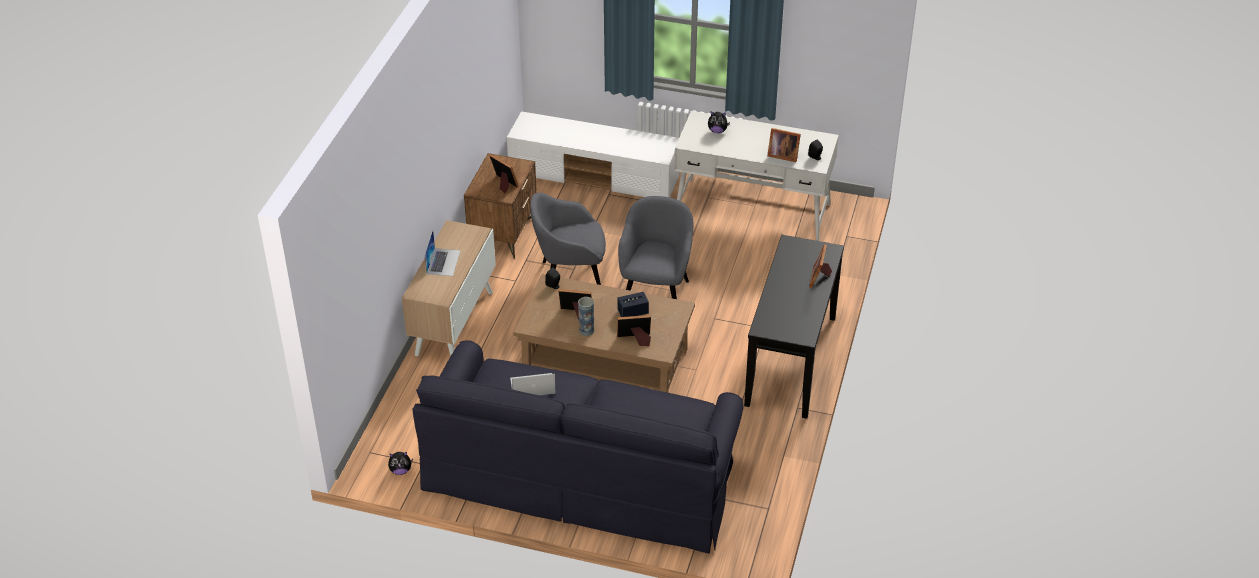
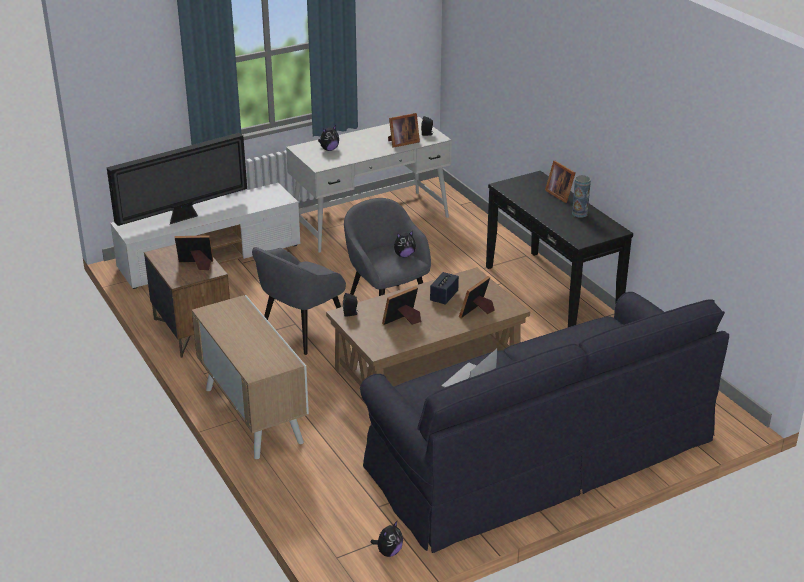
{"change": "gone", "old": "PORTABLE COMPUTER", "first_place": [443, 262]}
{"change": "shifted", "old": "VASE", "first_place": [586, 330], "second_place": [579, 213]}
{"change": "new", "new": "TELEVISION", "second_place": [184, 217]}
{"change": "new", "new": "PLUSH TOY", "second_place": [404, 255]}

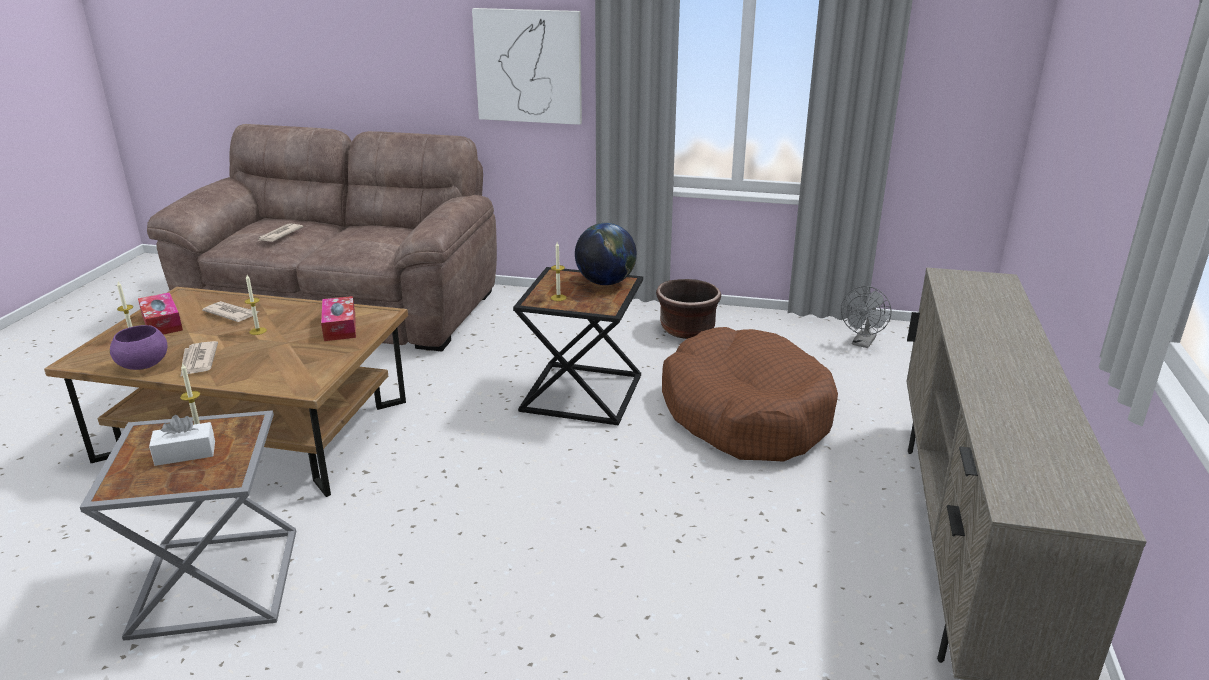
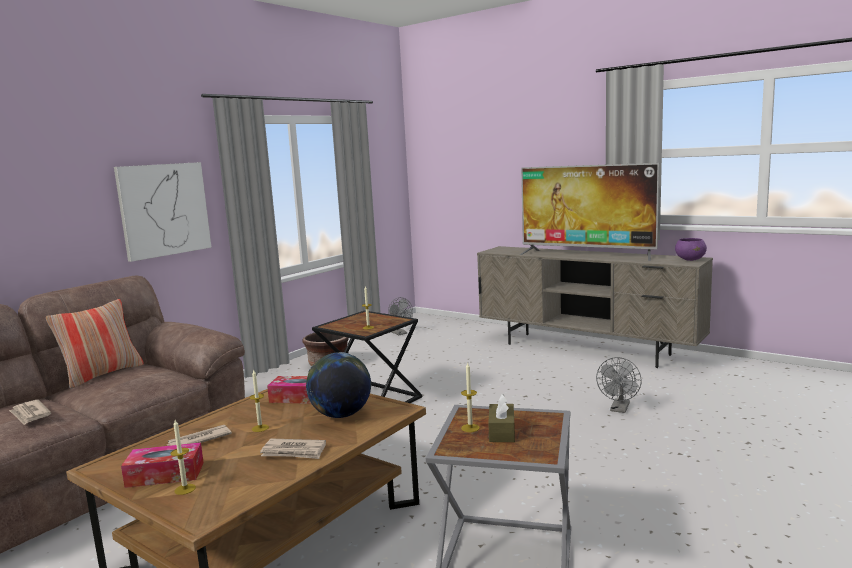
{"change": "shifted", "old": "WORLD GLOBE", "first_place": [605, 283], "second_place": [341, 415]}
{"change": "shifted", "old": "PURPLE-COLOURED DEEP DISH", "first_place": [144, 365], "second_place": [690, 259]}
{"change": "gone", "old": "BROWN PET BED", "first_place": [745, 414]}
{"change": "repainted", "old": "WHITISH TISSUE BOX", "new": "BROWN TISSUE BOX", "first_place": [185, 453], "second_place": [502, 431]}
{"change": "new", "new": "TELEVISION", "second_place": [587, 255]}
{"change": "new", "new": "THROW PILLOW", "second_place": [102, 374]}
{"change": "new", "new": "GREY COOLING FAN", "second_place": [619, 409]}

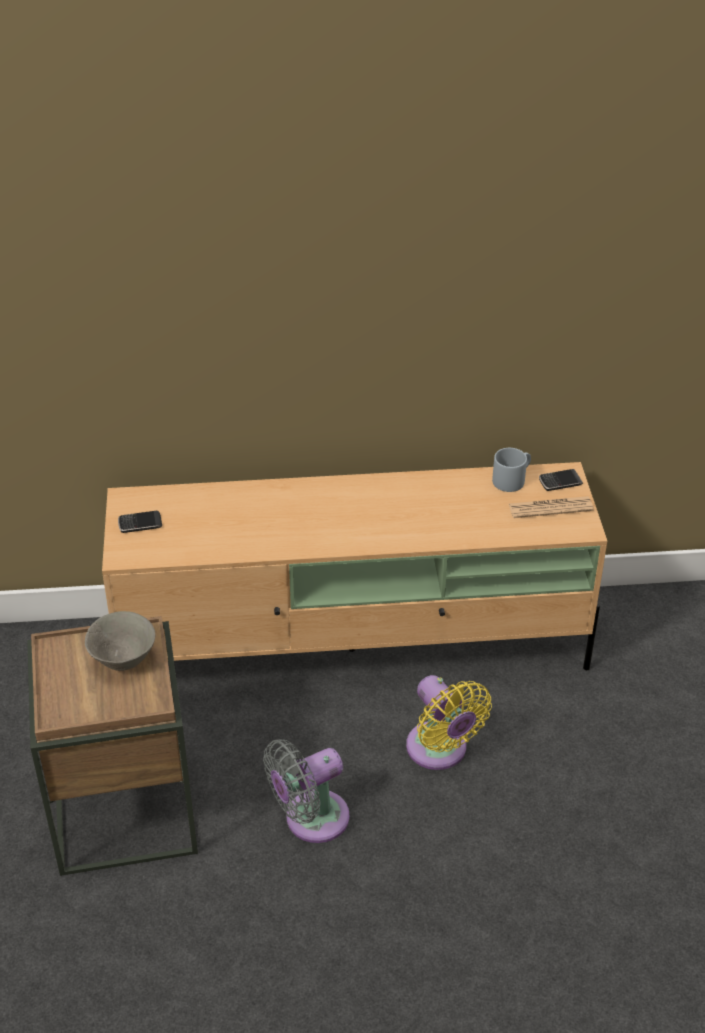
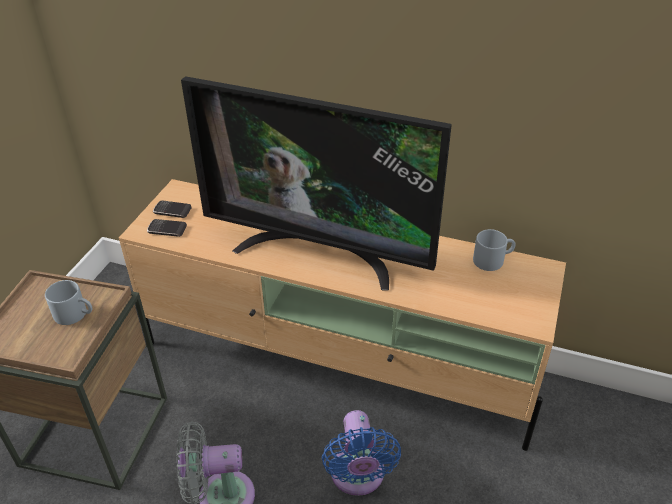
{"change": "shifted", "old": "PHONE", "first_place": [560, 482], "second_place": [167, 229]}
{"change": "gone", "old": "NEWSPAPER", "first_place": [550, 508]}
{"change": "swapped", "old": "GREY DEEP DISH", "new": "GREY COFFEE MUG", "first_place": [124, 661], "second_place": [75, 314]}
{"change": "repainted", "old": "YELLOW-COLOURED COOLING FAN", "new": "BLUE-COLOURED COOLING FAN", "first_place": [440, 751], "second_place": [358, 477]}
{"change": "new", "new": "TELEVISION", "second_place": [319, 252]}

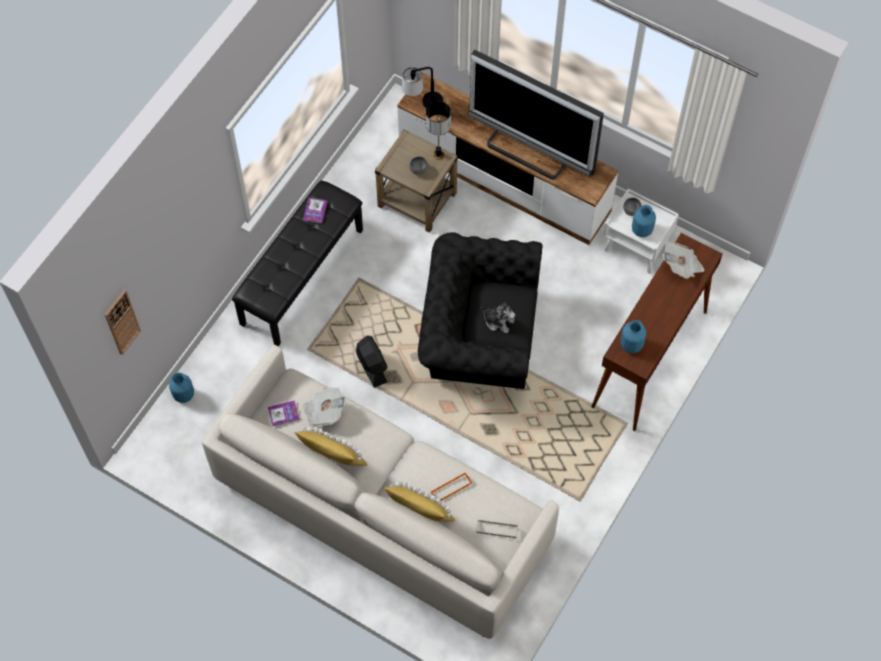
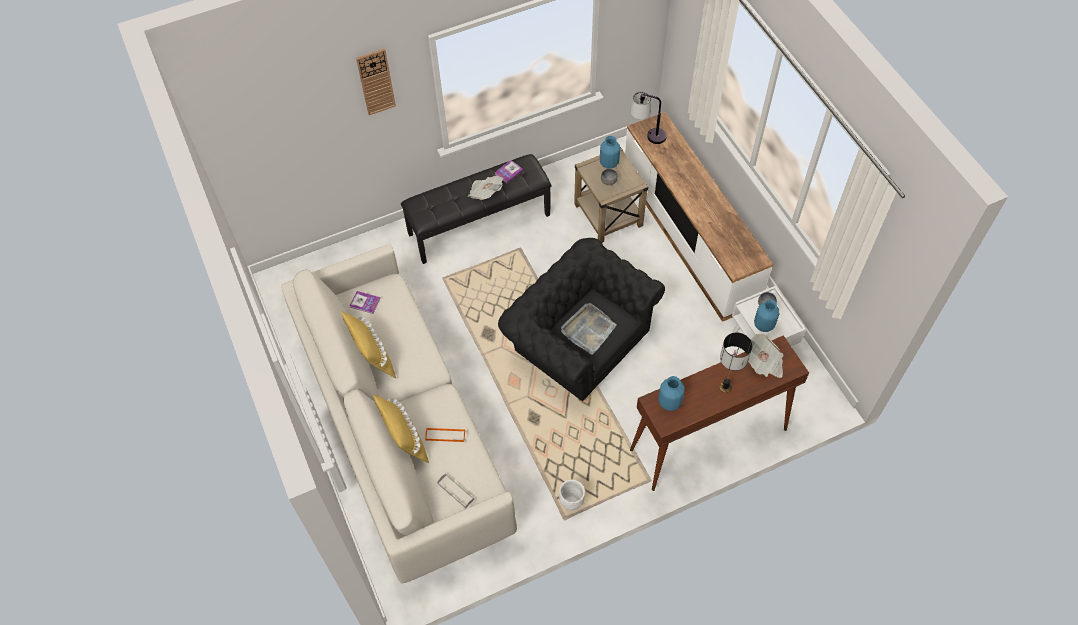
{"change": "gone", "old": "TELEVISION", "first_place": [528, 150]}
{"change": "shifted", "old": "TABLETOP LAMP", "first_place": [438, 154], "second_place": [725, 387]}
{"change": "shifted", "old": "HANGING CLOCK", "first_place": [122, 322], "second_place": [376, 82]}
{"change": "swapped", "old": "PLUSH TOY", "new": "GREY SERVING TRAY", "first_place": [498, 321], "second_place": [588, 330]}
{"change": "gone", "old": "BLACK COOLING FAN", "first_place": [371, 366]}
{"change": "shifted", "old": "BLUE-COLOURED VASE", "first_place": [183, 395], "second_place": [609, 163]}
{"change": "shifted", "old": "NEWSPAPER", "first_place": [324, 411], "second_place": [485, 193]}
{"change": "new", "new": "WHITISH PLANTER", "second_place": [571, 503]}

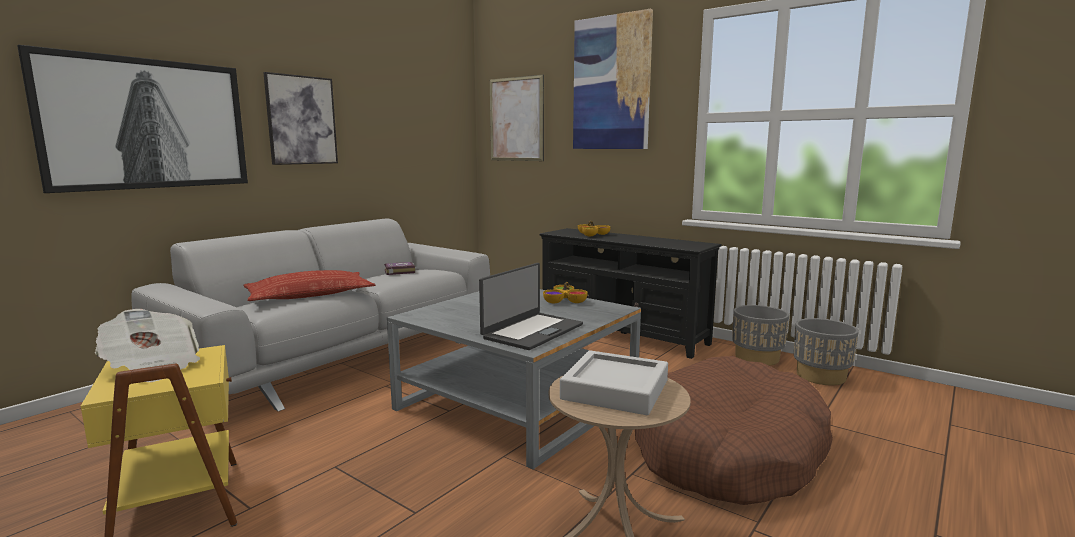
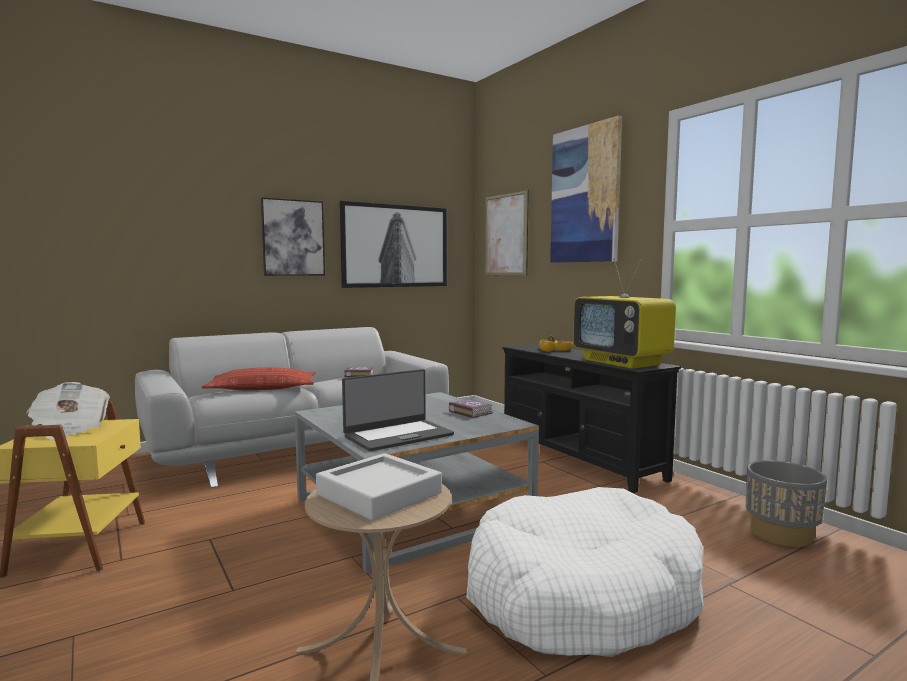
{"change": "shifted", "old": "WALL PICTURE", "first_place": [147, 124], "second_place": [395, 246]}
{"change": "swapped", "old": "DEEP DISH", "new": "BOUND BOOK", "first_place": [564, 300], "second_place": [470, 412]}
{"change": "gone", "old": "GREY PLANTER", "first_place": [756, 358]}
{"change": "repainted", "old": "BROWN PET BED", "new": "WHITISH PET BED", "first_place": [727, 452], "second_place": [581, 595]}
{"change": "new", "new": "TELEVISION", "second_place": [622, 362]}

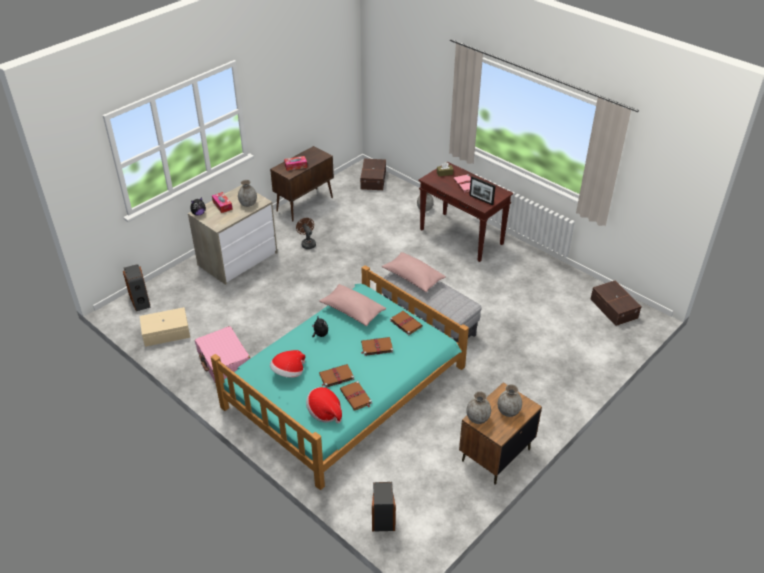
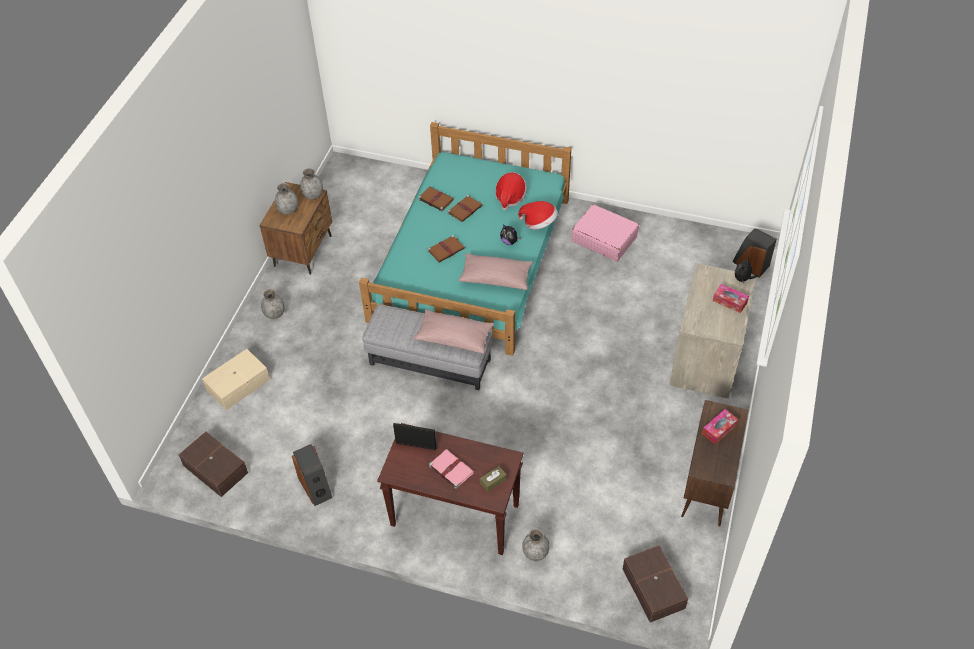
{"change": "shifted", "old": "GREY VASE", "first_place": [248, 204], "second_place": [274, 314]}
{"change": "gone", "old": "BROWN COOLING FAN", "first_place": [307, 243]}
{"change": "shifted", "old": "BEIGE STORAGE CONTAINER", "first_place": [166, 333], "second_place": [237, 384]}
{"change": "gone", "old": "BROWN BOUND BOOK", "first_place": [405, 323]}
{"change": "shifted", "old": "WEARABLE HAT", "first_place": [324, 412], "second_place": [539, 223]}
{"change": "shifted", "old": "SPEAKER", "first_place": [382, 516], "second_place": [316, 487]}

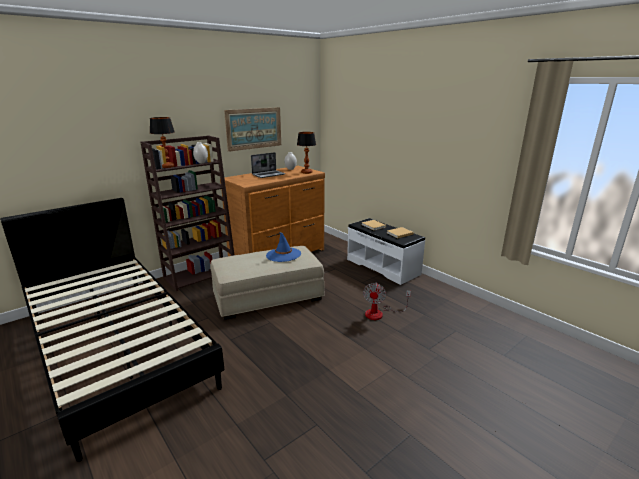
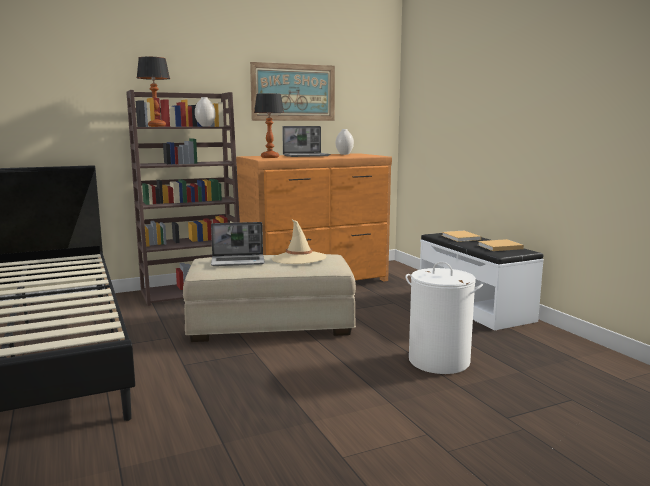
{"change": "shifted", "old": "TABLETOP LAMP", "first_place": [306, 172], "second_place": [269, 157]}
{"change": "repainted", "old": "BLUE-COLOURED WEARABLE HAT", "new": "BEIGE WEARABLE HAT", "first_place": [283, 255], "second_place": [299, 258]}
{"change": "swapped", "old": "COOLING FAN", "new": "WHITISH WASHING BASKET", "first_place": [379, 313], "second_place": [439, 361]}
{"change": "new", "new": "PORTABLE COMPUTER", "second_place": [238, 261]}

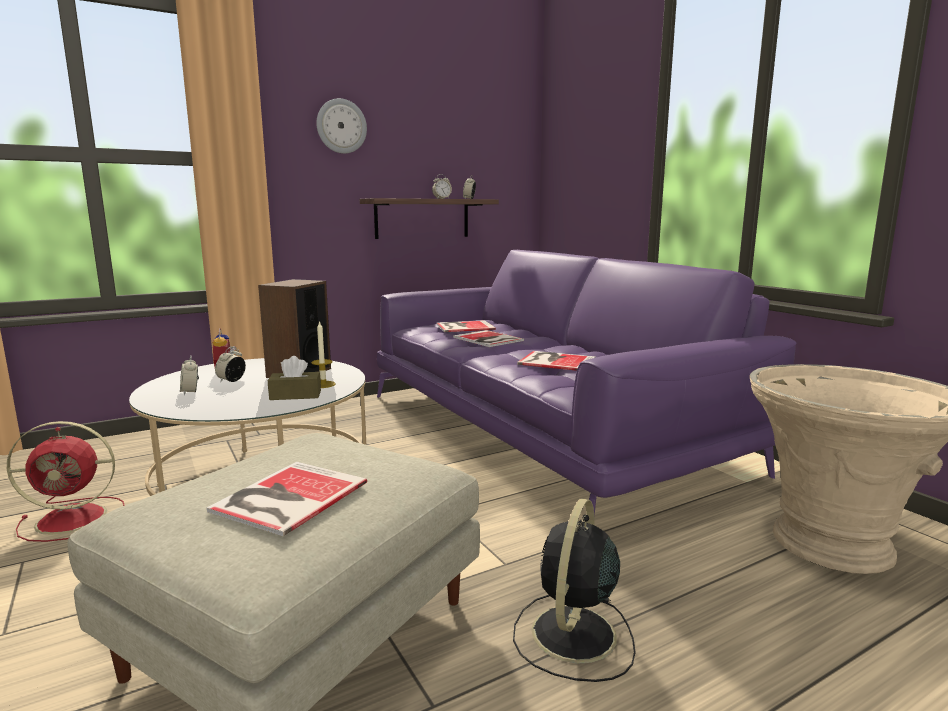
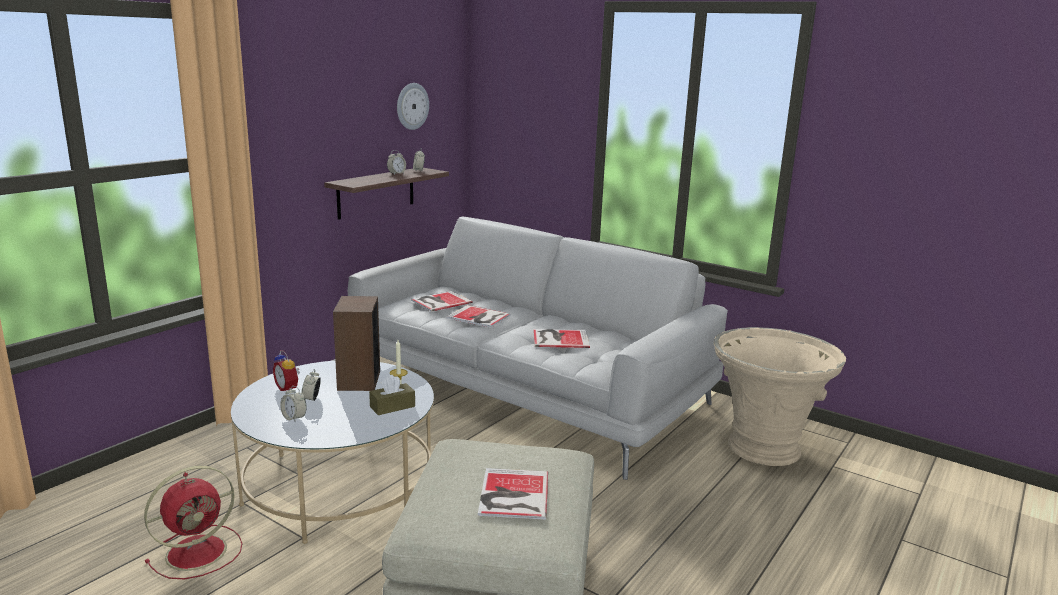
{"change": "shifted", "old": "HANGING CLOCK", "first_place": [341, 126], "second_place": [412, 106]}
{"change": "repainted", "old": "PURPLE-COLOURED SETTEE", "new": "WHITISH SETTEE", "first_place": [543, 431], "second_place": [526, 389]}
{"change": "gone", "old": "BLACK COOLING FAN", "first_place": [572, 636]}

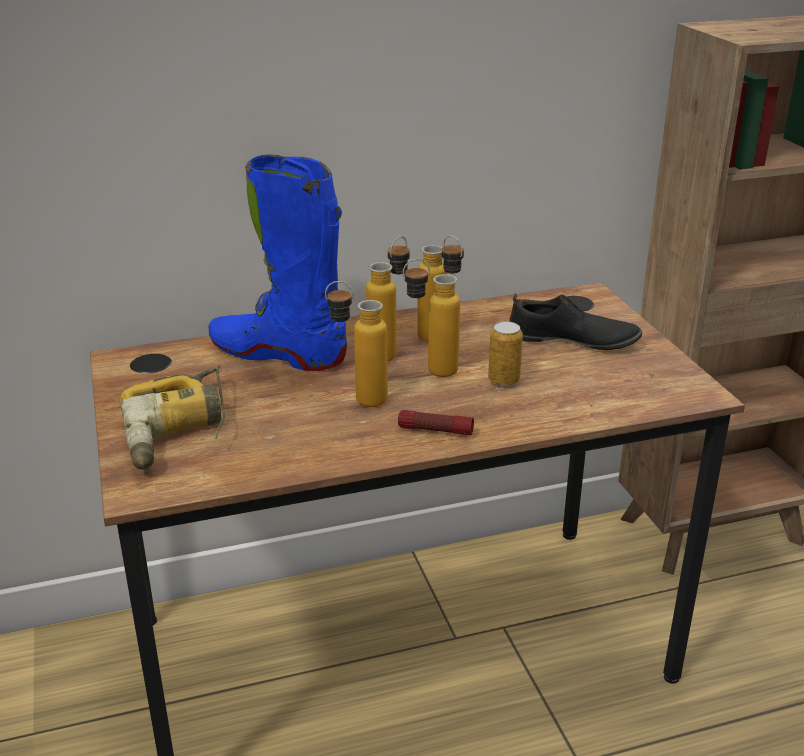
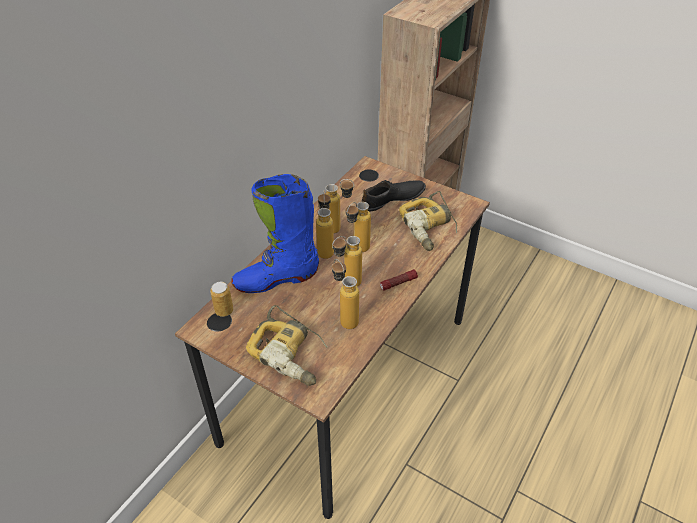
{"change": "shifted", "old": "CAN", "first_place": [503, 380], "second_place": [224, 311]}
{"change": "new", "new": "ELECTRIC DRILL", "second_place": [430, 227]}
{"change": "new", "new": "BOTTLE", "second_place": [345, 318]}

